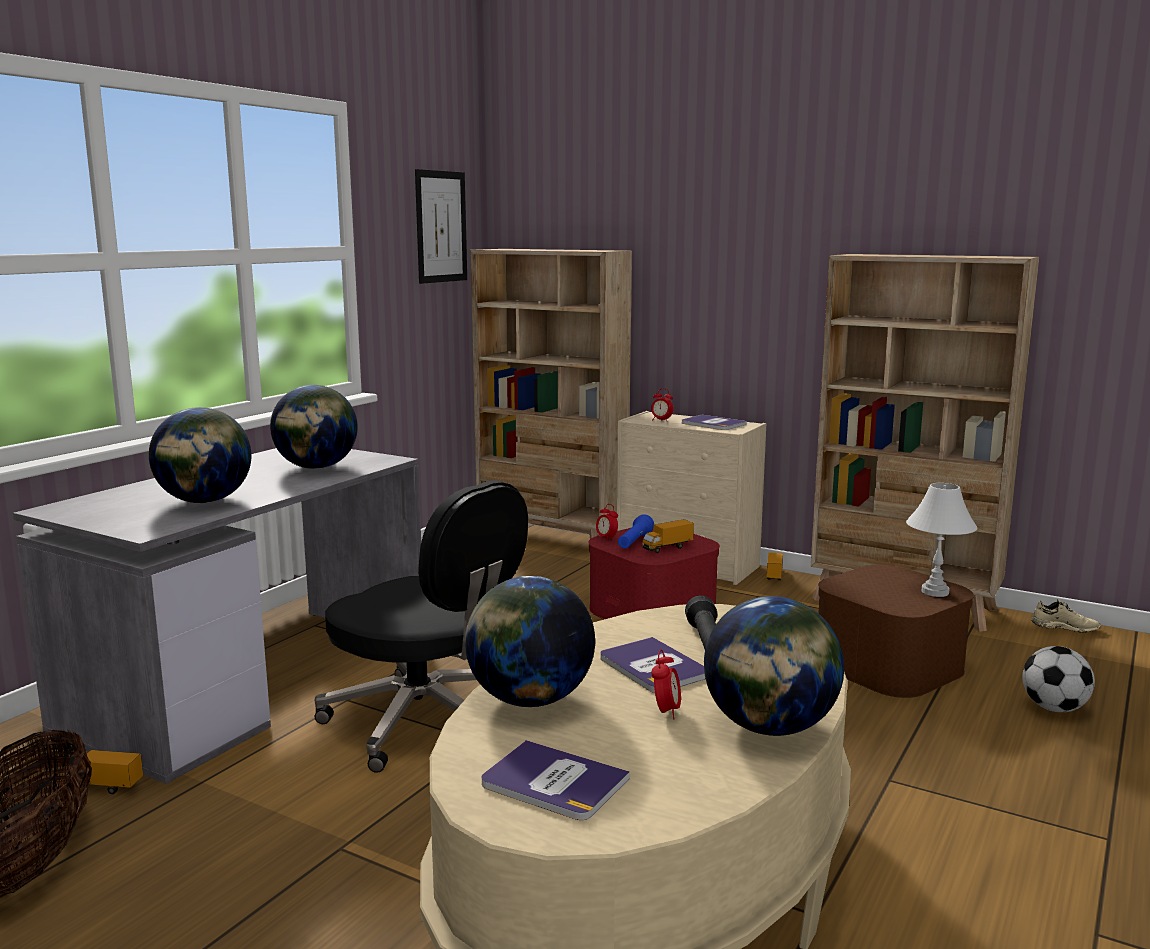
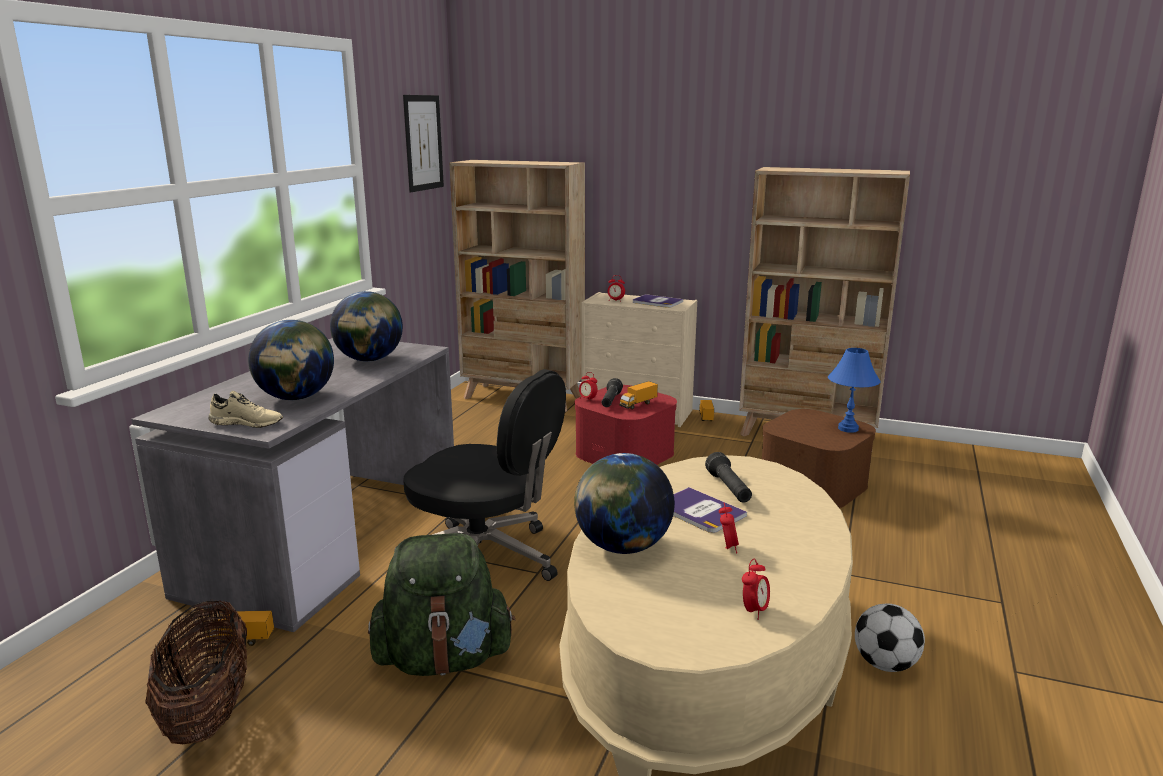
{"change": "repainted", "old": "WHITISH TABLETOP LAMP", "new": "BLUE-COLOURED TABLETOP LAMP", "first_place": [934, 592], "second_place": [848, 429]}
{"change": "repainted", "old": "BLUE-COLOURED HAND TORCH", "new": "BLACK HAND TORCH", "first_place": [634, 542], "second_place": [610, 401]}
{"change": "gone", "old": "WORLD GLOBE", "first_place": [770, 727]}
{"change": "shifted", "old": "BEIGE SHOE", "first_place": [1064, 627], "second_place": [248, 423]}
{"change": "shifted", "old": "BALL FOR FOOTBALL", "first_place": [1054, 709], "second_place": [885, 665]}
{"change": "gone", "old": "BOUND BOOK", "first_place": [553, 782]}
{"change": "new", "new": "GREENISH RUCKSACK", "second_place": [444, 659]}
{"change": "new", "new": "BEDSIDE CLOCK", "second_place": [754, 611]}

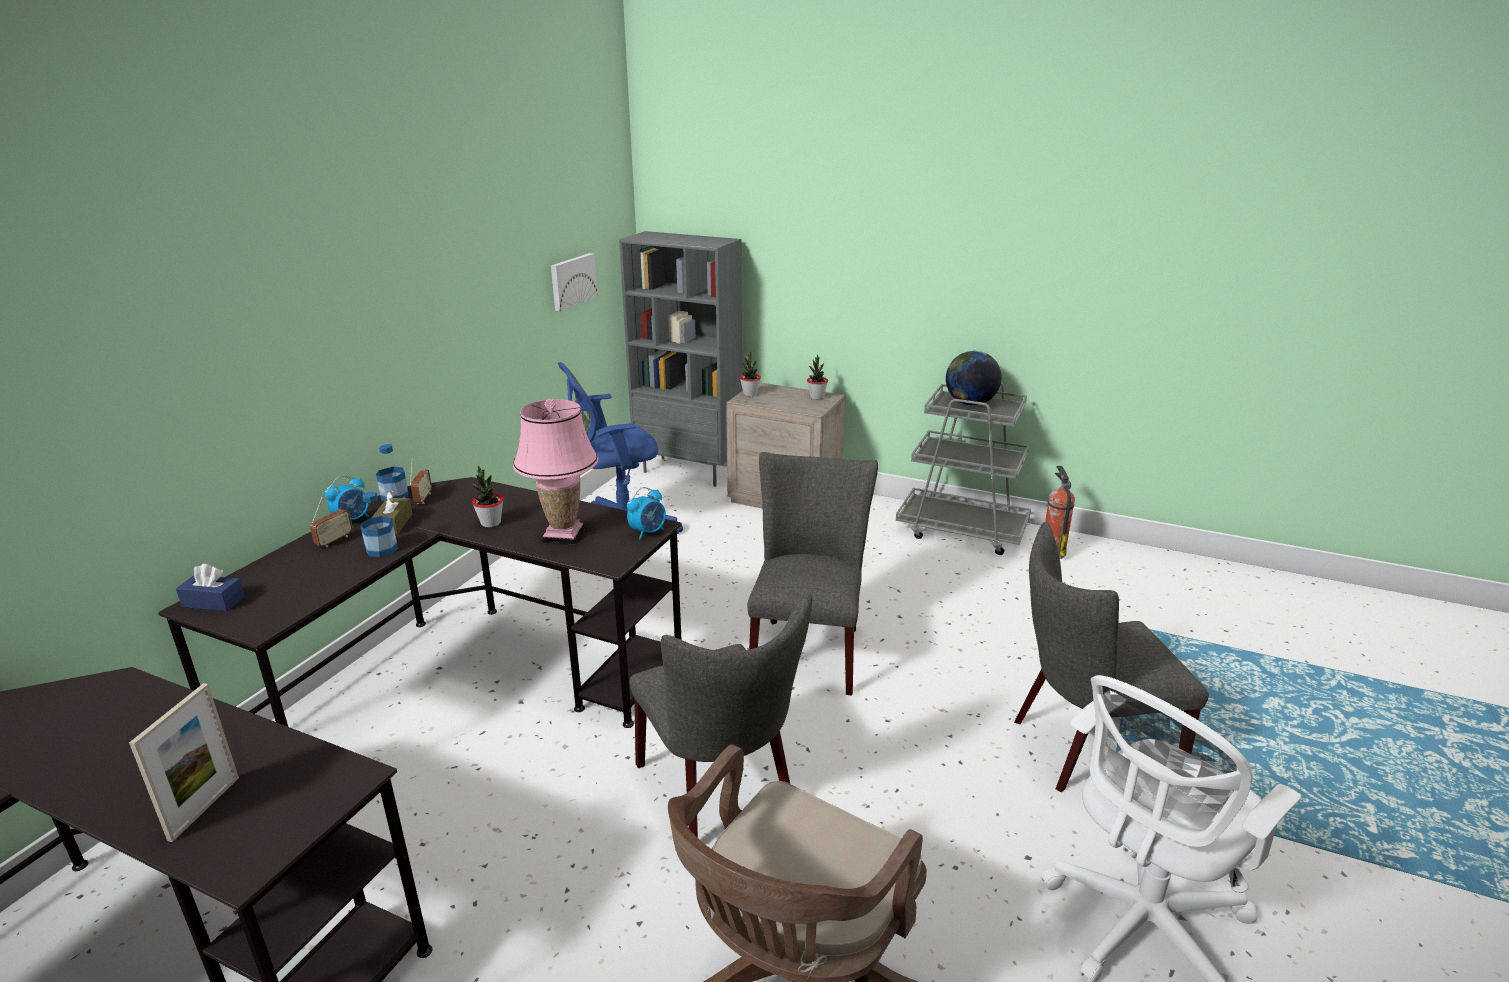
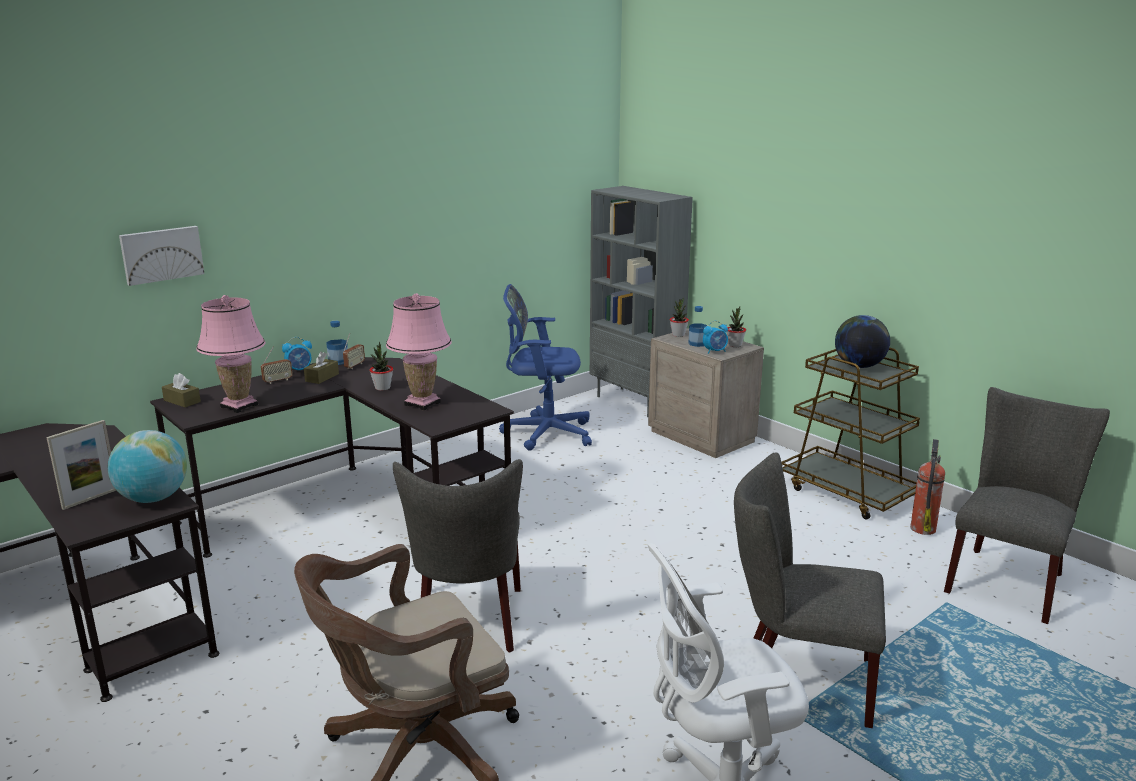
{"change": "shifted", "old": "WALL PICTURE", "first_place": [572, 281], "second_place": [161, 254]}
{"change": "repainted", "old": "GREY TROLLEY", "new": "BROWN TROLLEY", "first_place": [962, 530], "second_place": [847, 492]}
{"change": "shifted", "old": "GREY UPRIGHT CHAIR", "first_place": [807, 650], "second_place": [1007, 579]}
{"change": "shifted", "old": "BEDSIDE CLOCK", "first_place": [648, 532], "second_place": [715, 351]}
{"change": "shifted", "old": "BOTTLE", "first_place": [382, 549], "second_place": [697, 343]}
{"change": "repainted", "old": "BLUE-COLOURED TISSUE BOX", "new": "BROWN TISSUE BOX", "first_place": [213, 602], "second_place": [182, 401]}
{"change": "new", "new": "PINKISH TABLETOP LAMP", "second_place": [239, 406]}
{"change": "new", "new": "WORLD GLOBE", "second_place": [153, 498]}

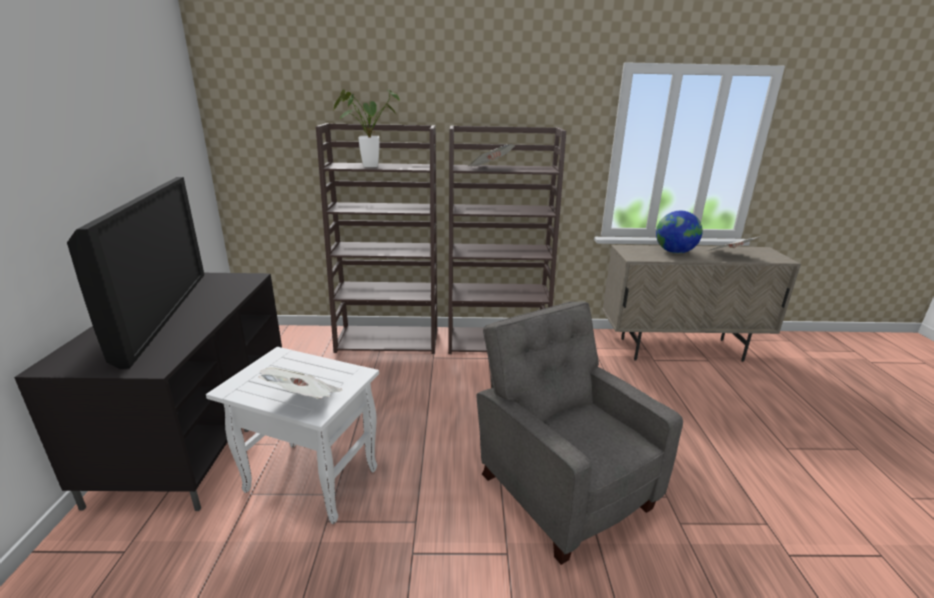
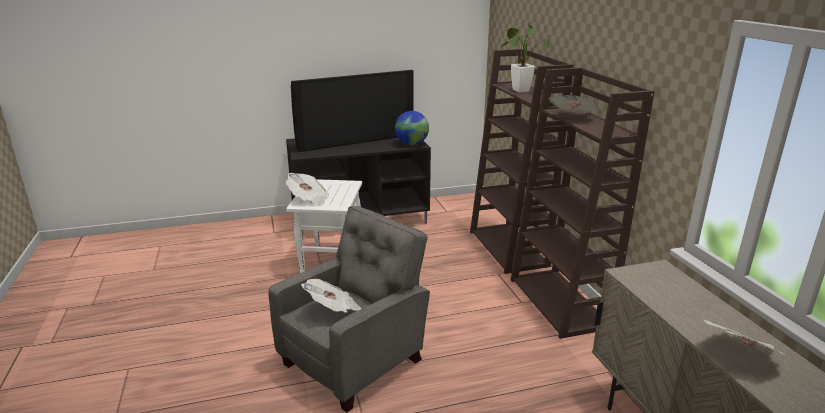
{"change": "shifted", "old": "WORLD GLOBE", "first_place": [674, 252], "second_place": [412, 144]}
{"change": "new", "new": "NEWSPAPER", "second_place": [333, 309]}

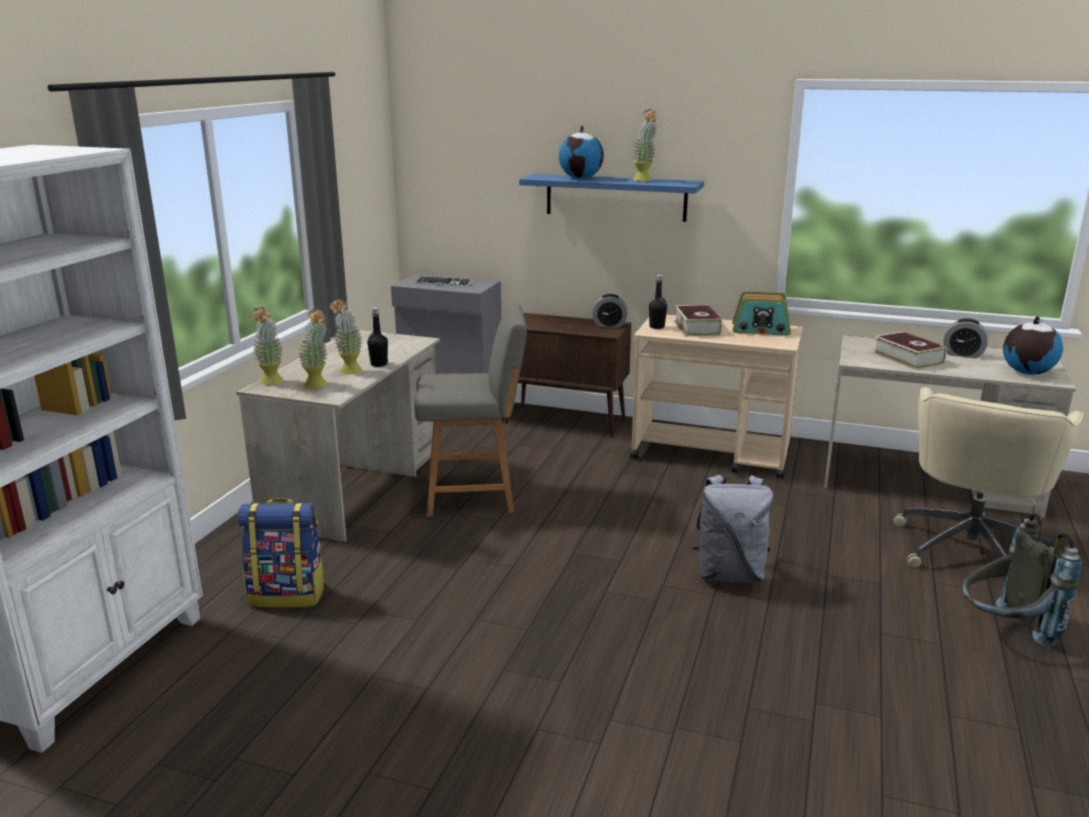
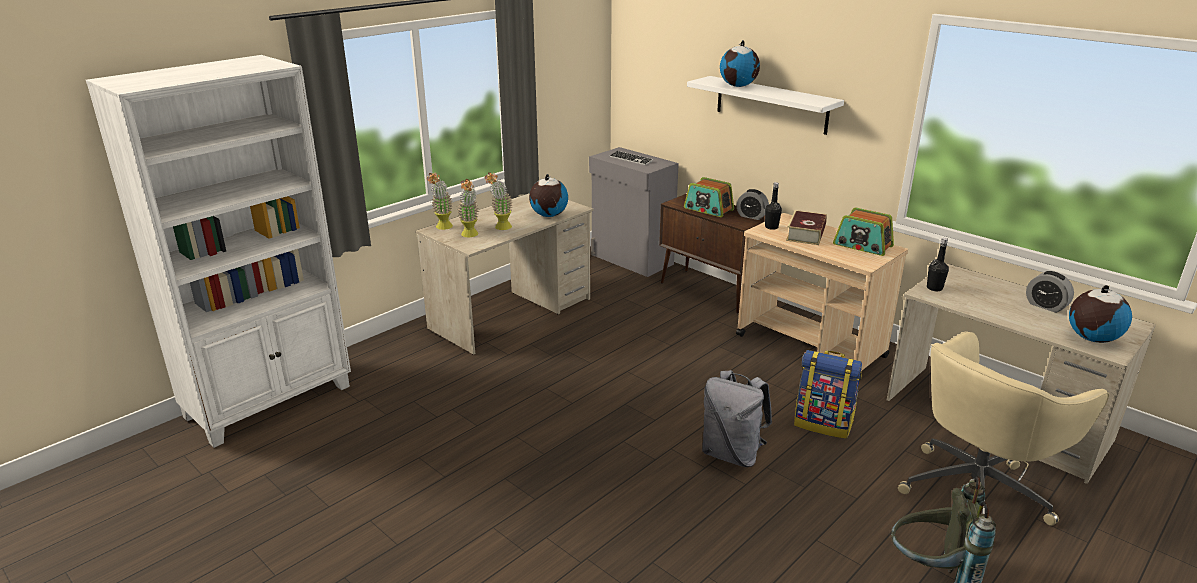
{"change": "gone", "old": "PLANT IN A POT", "first_place": [644, 180]}
{"change": "repainted", "old": "BLUE-COLOURED BRACKET SHELF", "new": "WHITISH BRACKET SHELF", "first_place": [615, 197], "second_place": [771, 104]}
{"change": "gone", "old": "GREY UPRIGHT CHAIR", "first_place": [474, 494]}
{"change": "shifted", "old": "BLACK BOTTLE", "first_place": [379, 364], "second_place": [934, 288]}
{"change": "gone", "old": "BOUND BOOK", "first_place": [907, 358]}
{"change": "shifted", "old": "RUCKSACK", "first_place": [288, 595], "second_place": [823, 424]}
{"change": "new", "new": "WORLD GLOBE", "second_place": [548, 215]}
{"change": "new", "new": "RADIO", "second_place": [708, 209]}

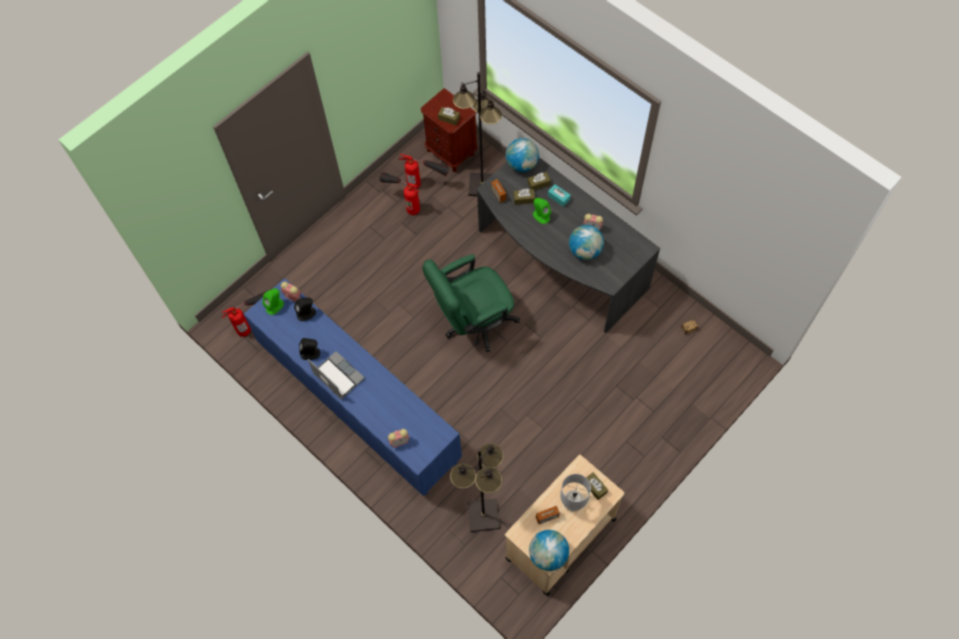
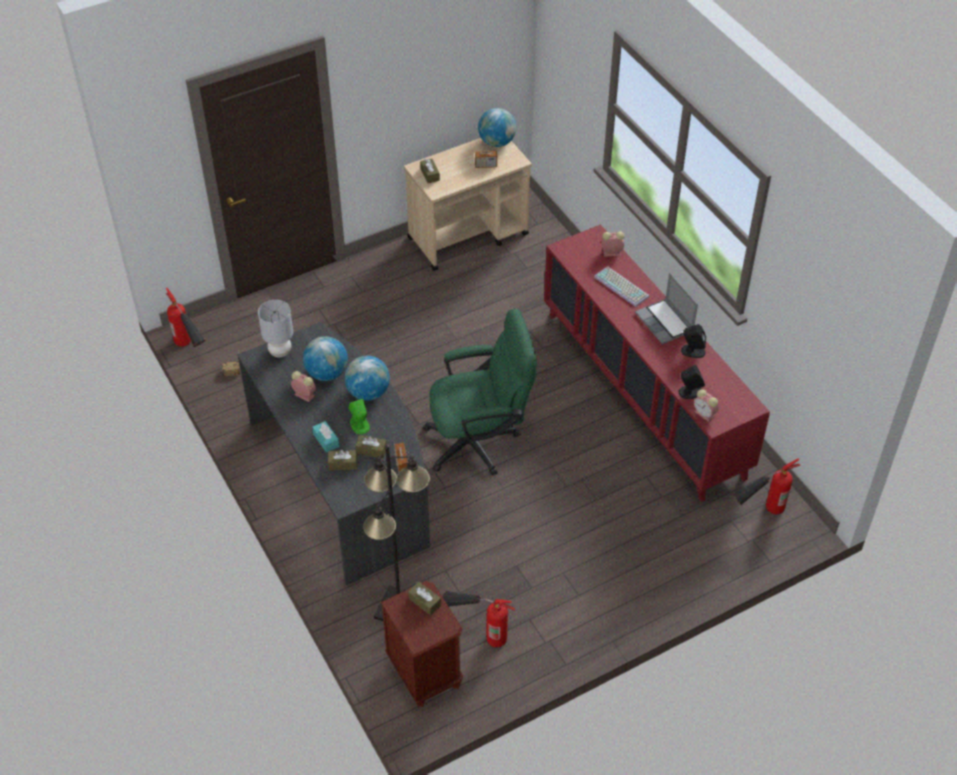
{"change": "shifted", "old": "WORLD GLOBE", "first_place": [522, 164], "second_place": [368, 392]}
{"change": "shifted", "old": "EXTINGUISHER", "first_place": [403, 203], "second_place": [190, 350]}
{"change": "repainted", "old": "BLUE-COLOURED STORAGE CABINET", "new": "REDDISH STORAGE CABINET", "first_place": [359, 404], "second_place": [643, 393]}
{"change": "gone", "old": "GREENISH SPEAKER", "first_place": [275, 306]}
{"change": "gone", "old": "BLACK STANDARD LAMP", "first_place": [483, 516]}
{"change": "shifted", "old": "GREY TABLETOP LAMP", "first_place": [573, 503], "second_place": [280, 351]}
{"change": "new", "new": "KEYBOARD", "second_place": [622, 287]}

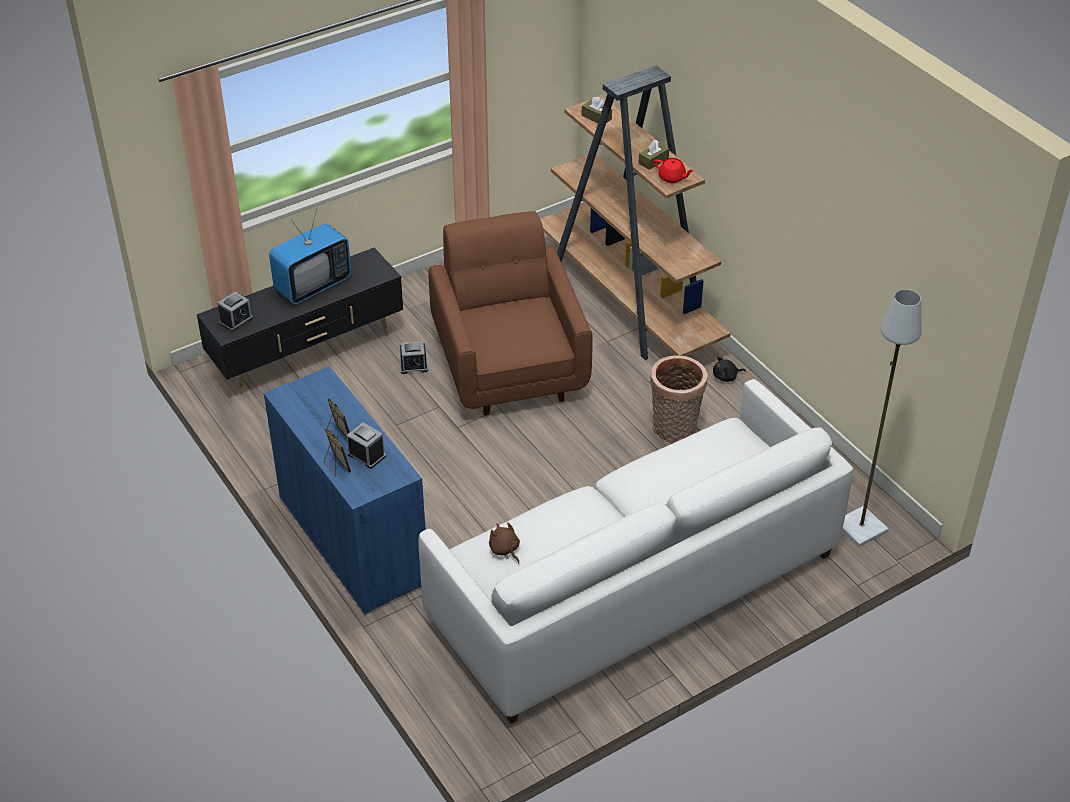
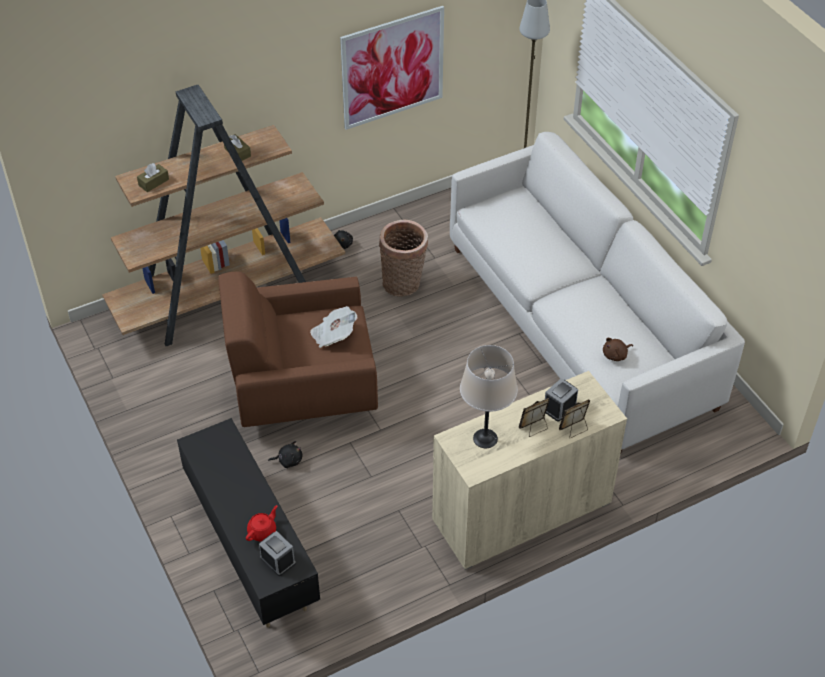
{"change": "shifted", "old": "REDDISH TEAPOT", "first_place": [672, 178], "second_place": [262, 531]}
{"change": "gone", "old": "TELEVISION", "first_place": [313, 285]}
{"change": "swapped", "old": "BEDSIDE CLOCK", "new": "BLACK PLUSH TOY", "first_place": [413, 366], "second_place": [288, 460]}
{"change": "repainted", "old": "BLUE-COLOURED STORAGE CABINET", "new": "BEIGE STORAGE CABINET", "first_place": [353, 541], "second_place": [521, 512]}
{"change": "new", "new": "WALL PICTURE", "second_place": [392, 67]}
{"change": "new", "new": "NEWSPAPER", "second_place": [333, 335]}
{"change": "new", "new": "BEIGE TABLETOP LAMP", "second_place": [485, 439]}

